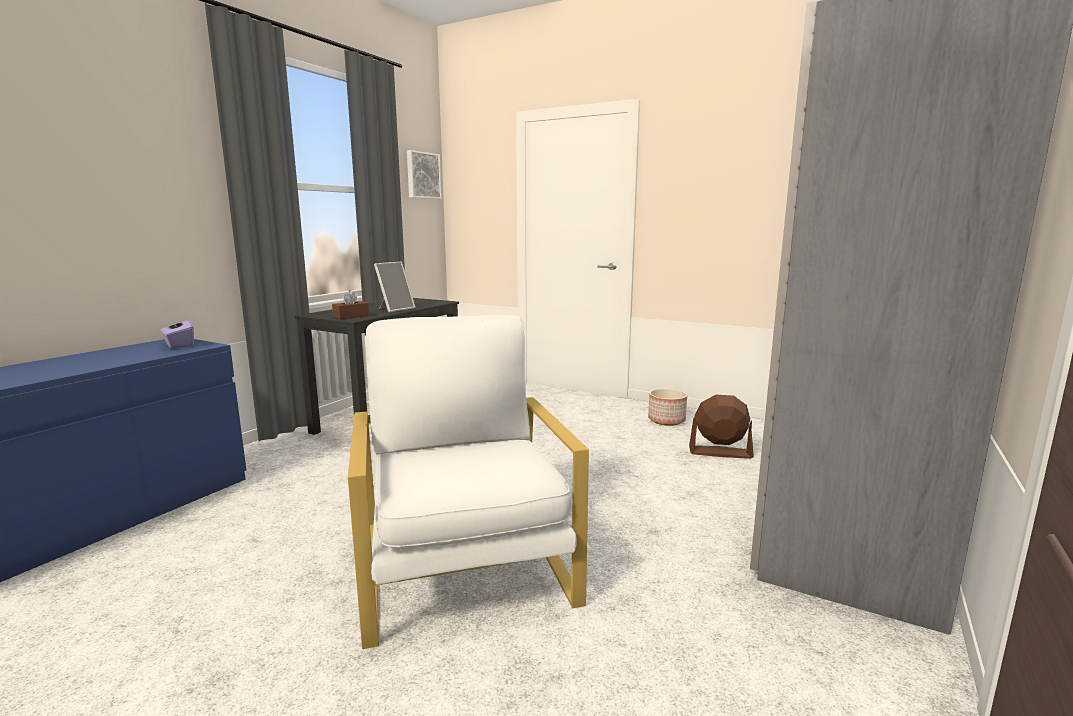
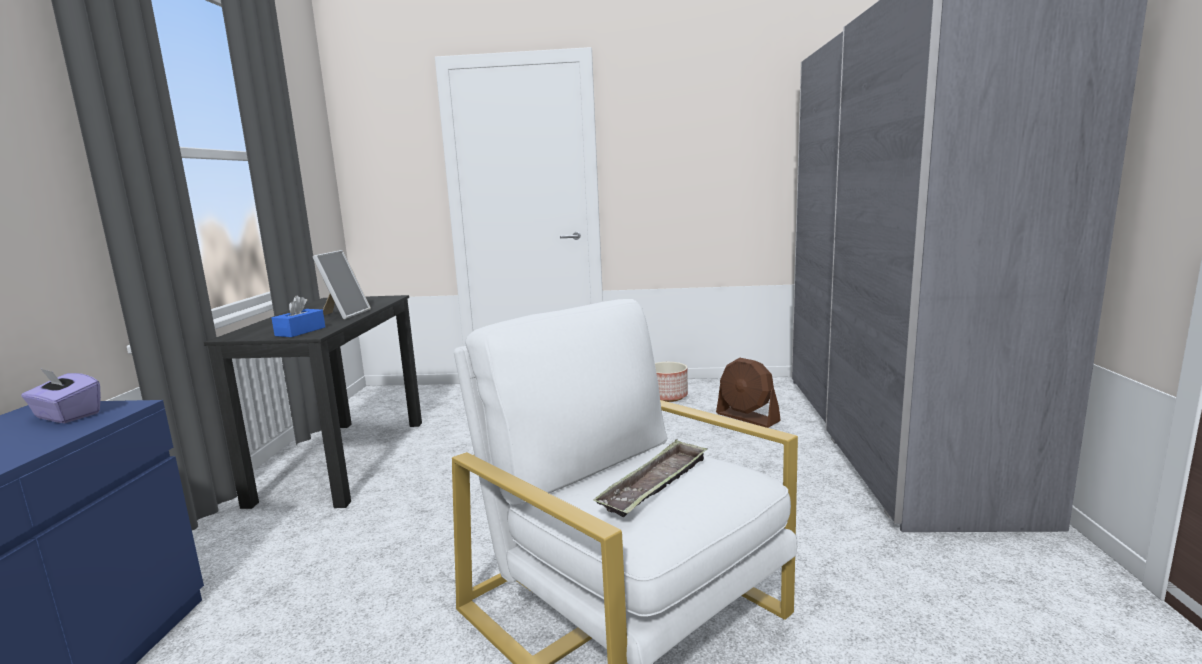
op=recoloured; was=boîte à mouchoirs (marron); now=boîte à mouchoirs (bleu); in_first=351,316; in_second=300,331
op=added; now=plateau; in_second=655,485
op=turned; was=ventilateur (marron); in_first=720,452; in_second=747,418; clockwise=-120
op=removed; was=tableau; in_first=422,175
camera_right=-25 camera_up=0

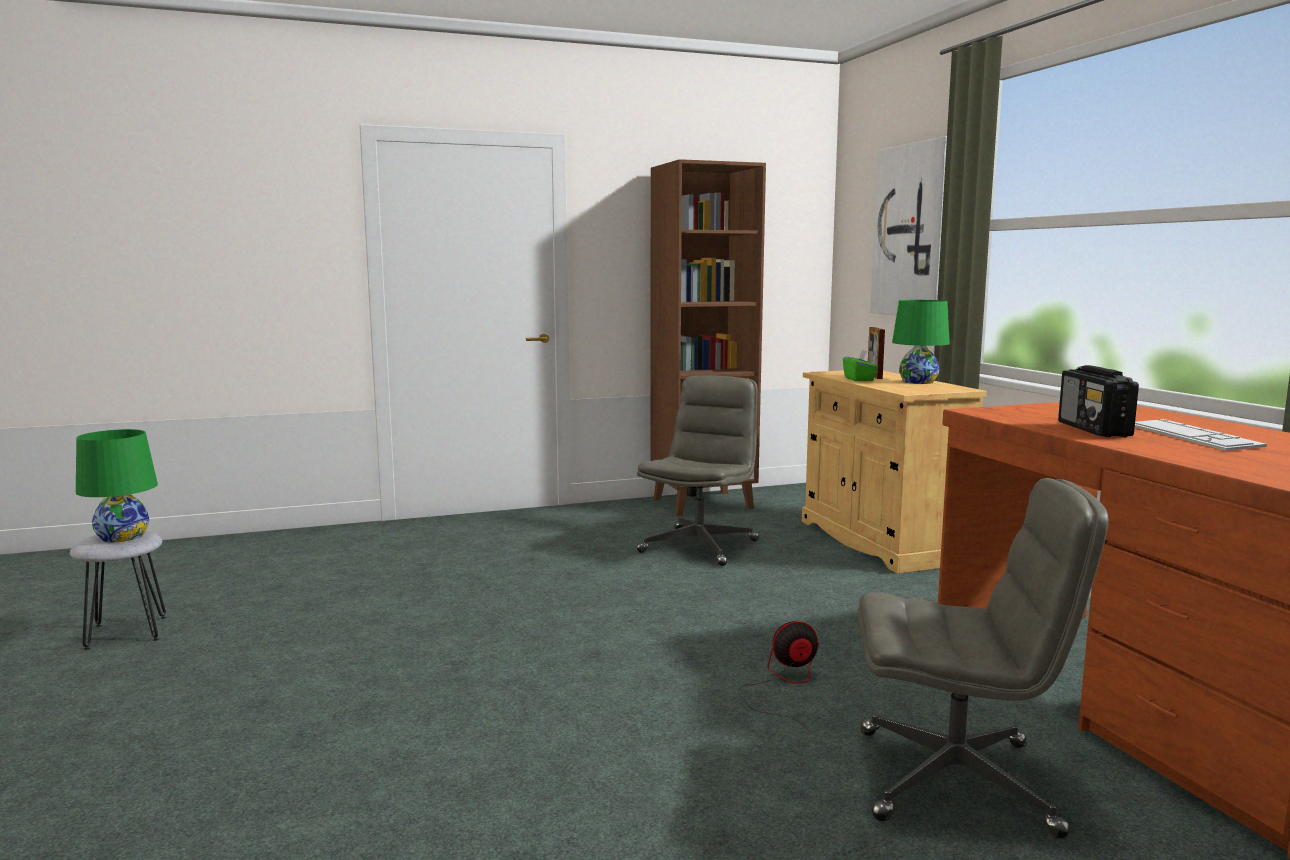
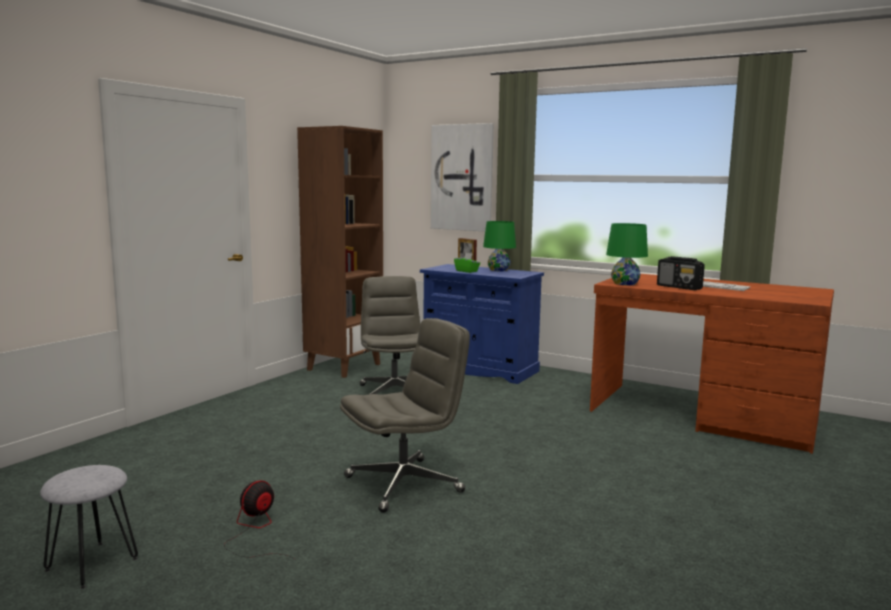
op=moved; was=ventilateur; in_first=784,685; in_second=256,531
op=moved; was=chaise de bureau (gris); in_first=957,780; in_second=404,484
op=recoloured; was=meuble de rangement (beige); now=meuble de rangement (bleu); in_first=880,541; in_second=479,369
op=moved; was=lampe de table (vert); in_first=122,536; in_second=624,283
camera_right=-40 camera_up=0

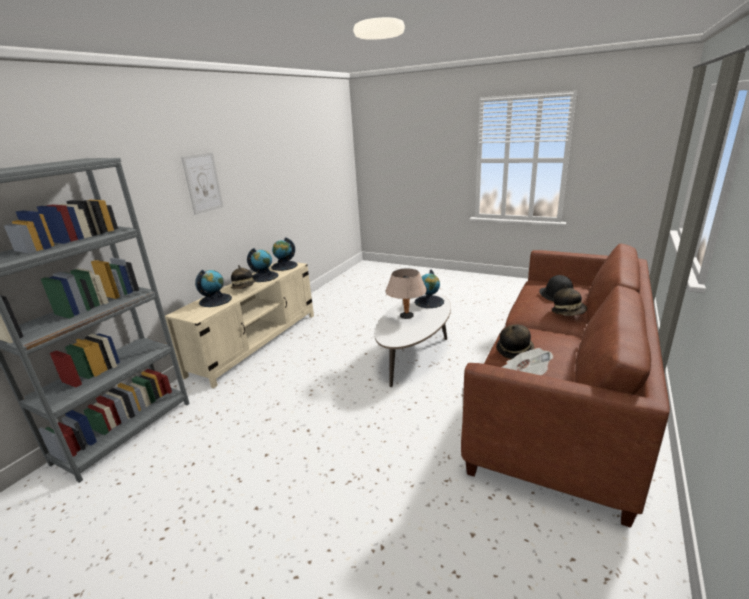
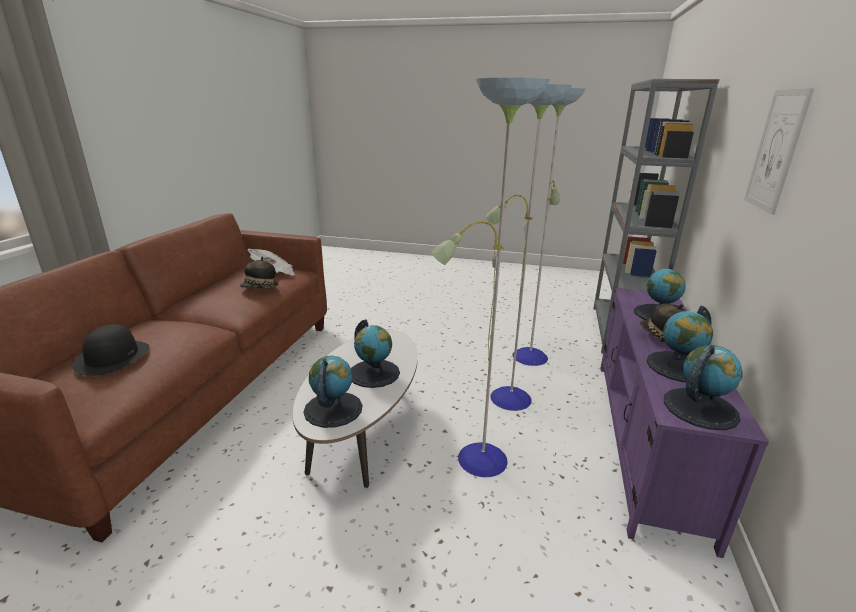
op=replaced; was=lampe de table (beige); now=globe; in_first=406,316; in_second=374,373
op=added; now=lampadaire; in_second=507,397
op=recoloured; was=meuble télé (beige); now=meuble télé (violet); in_first=256,343; in_second=645,438
op=removed; was=chapeau; in_first=568,312
camera_right=165 camera_up=0

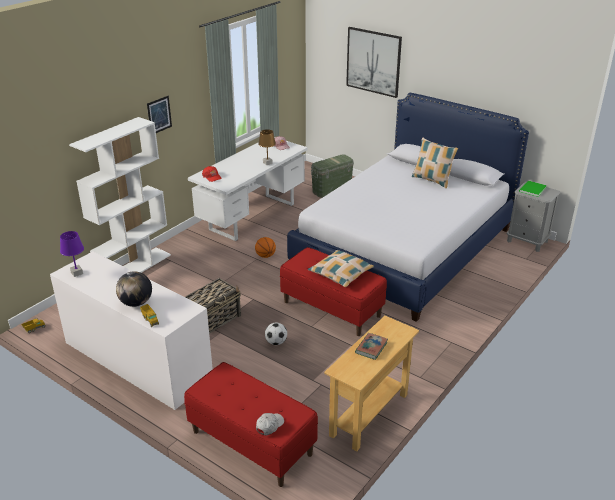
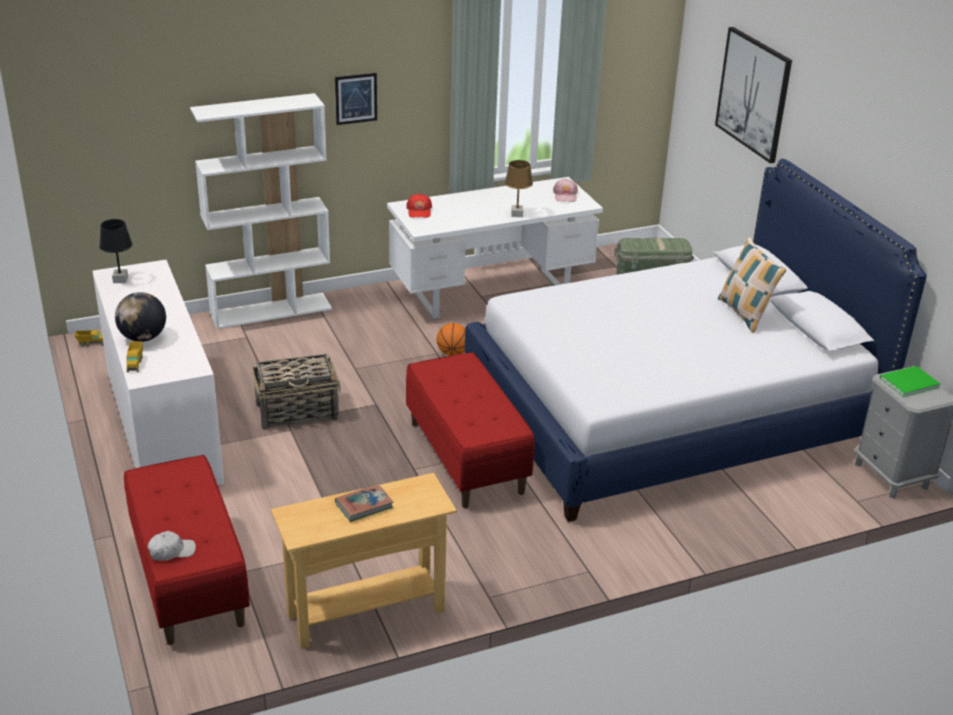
op=recoloured; was=lampe de table (violet); now=lampe de table (noir); in_first=77,273; in_second=120,280
op=removed; was=ballon de foot; in_first=276,342
op=removed; was=coussin; in_first=340,273
camera_right=30 camera_up=0

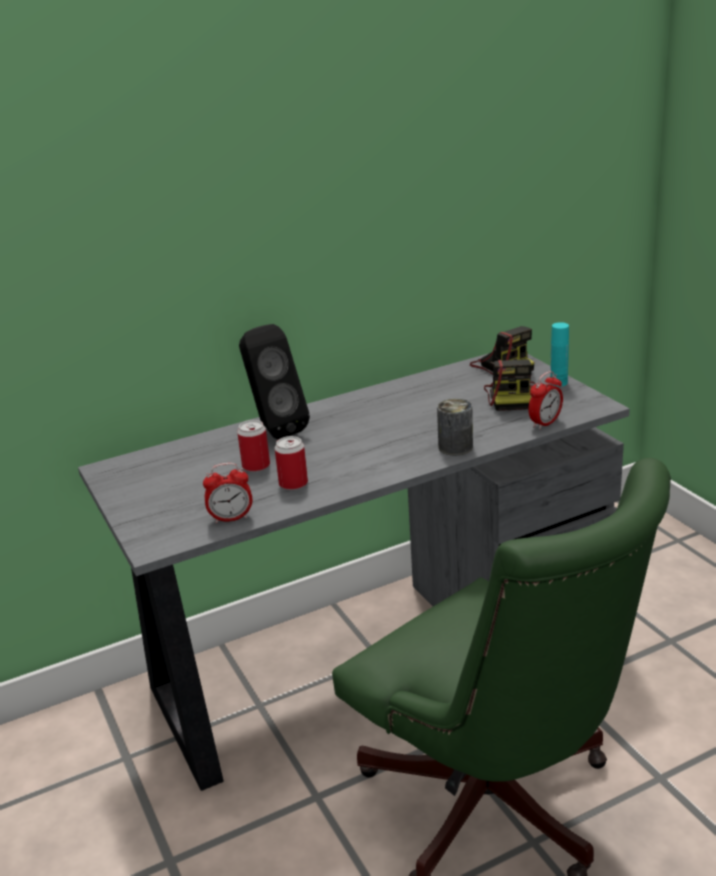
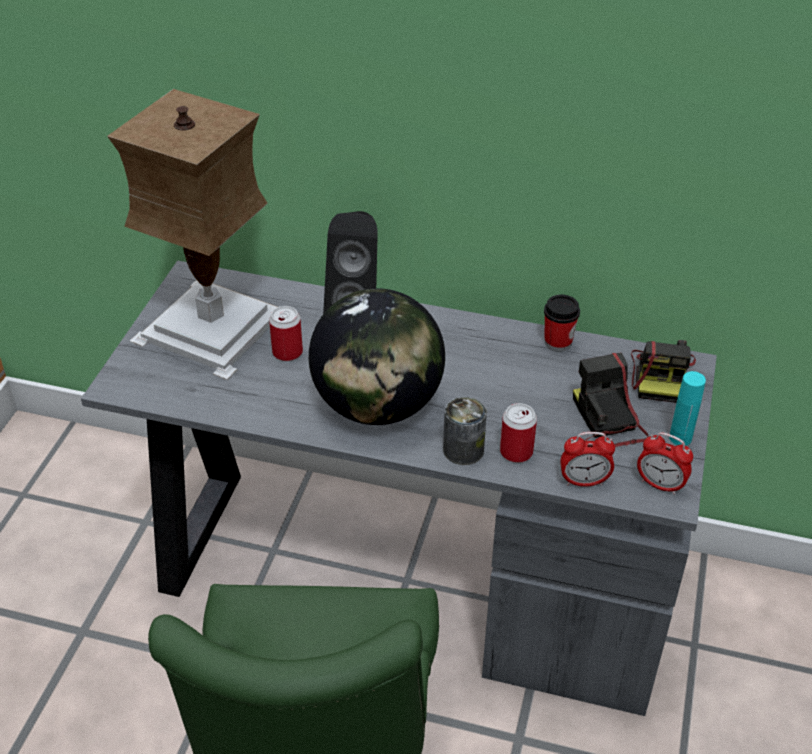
op=added; now=lampe de table; in_second=212,324
op=added; now=globe; in_second=377,406
op=moved; was=boîte métallique; in_first=293,484; in_second=516,452
op=added; now=tasse; in_second=558,342
op=turned; was=appareil photo; in_first=511,397; in_second=606,423; clockwise=120
op=moved; was=réveil; in_first=231,518; in_second=660,484
camera_right=40 camera_up=15

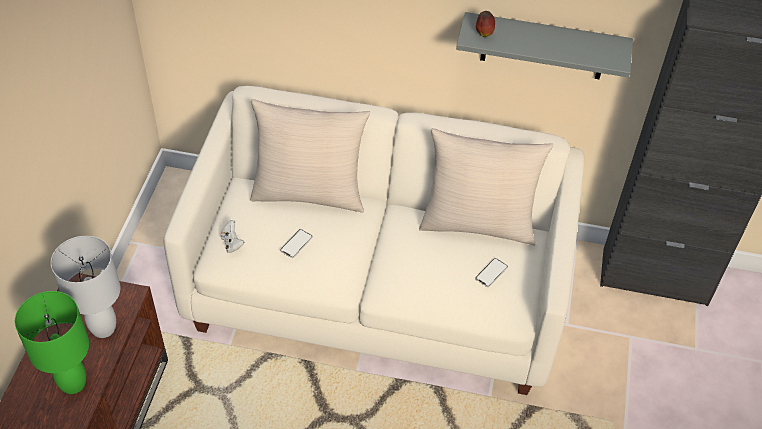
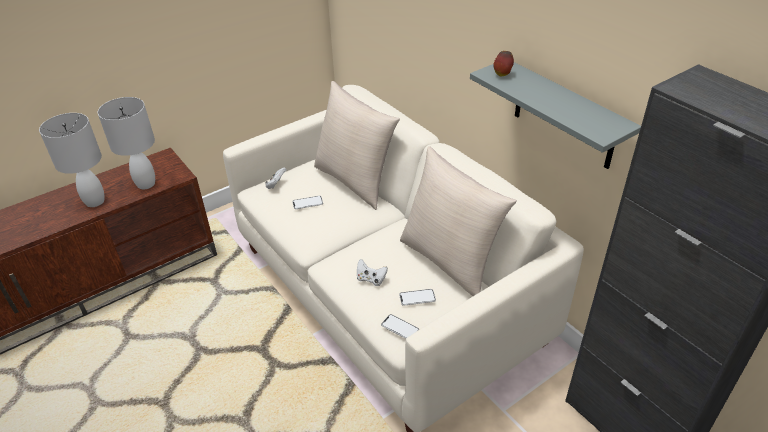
op=recoloured; was=lampe de table (vert); now=lampe de table (blanc); in_first=73,384; in_second=94,202
op=added; now=manette (blanc); in_second=371,279
op=added; now=téléphone; in_second=400,327
camera_right=45 camera_up=-10

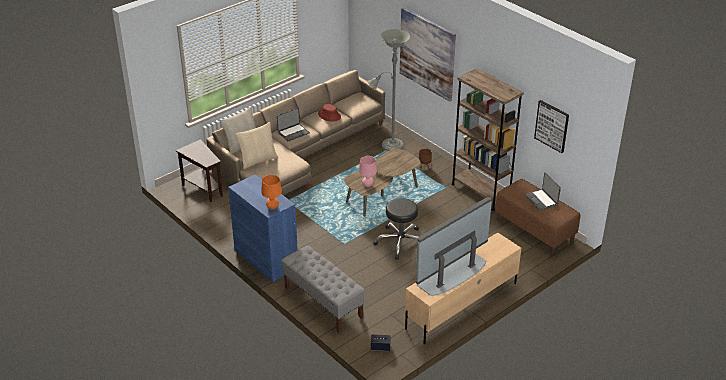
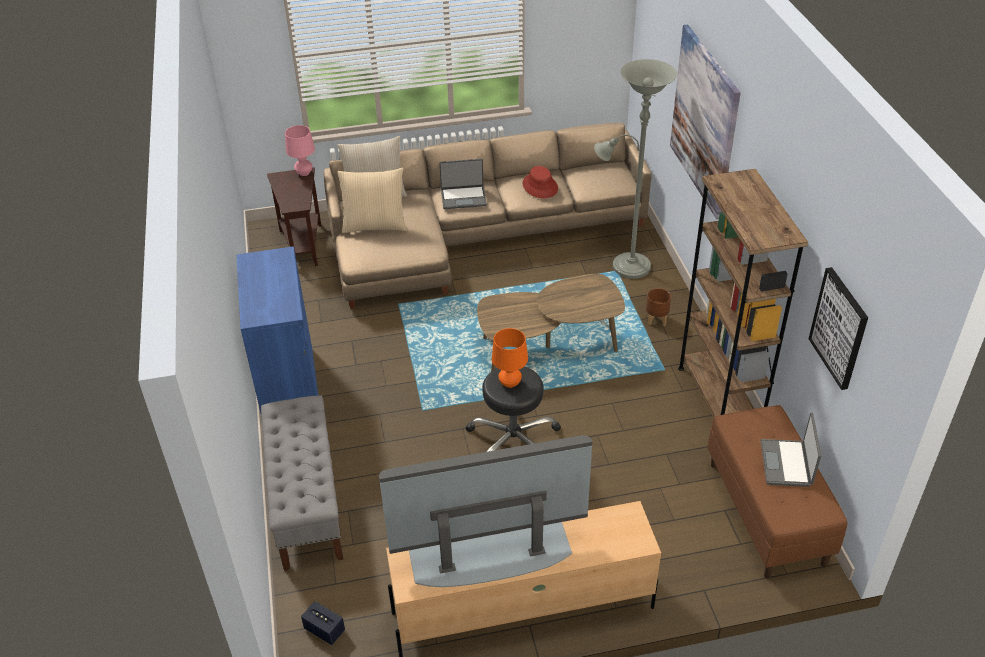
op=moved; was=lampe de table (rose); in_first=367,185; in_second=304,173
op=moved; was=lampe de table (orange); in_first=272,207; in_second=510,383
camera_right=30 camera_up=5

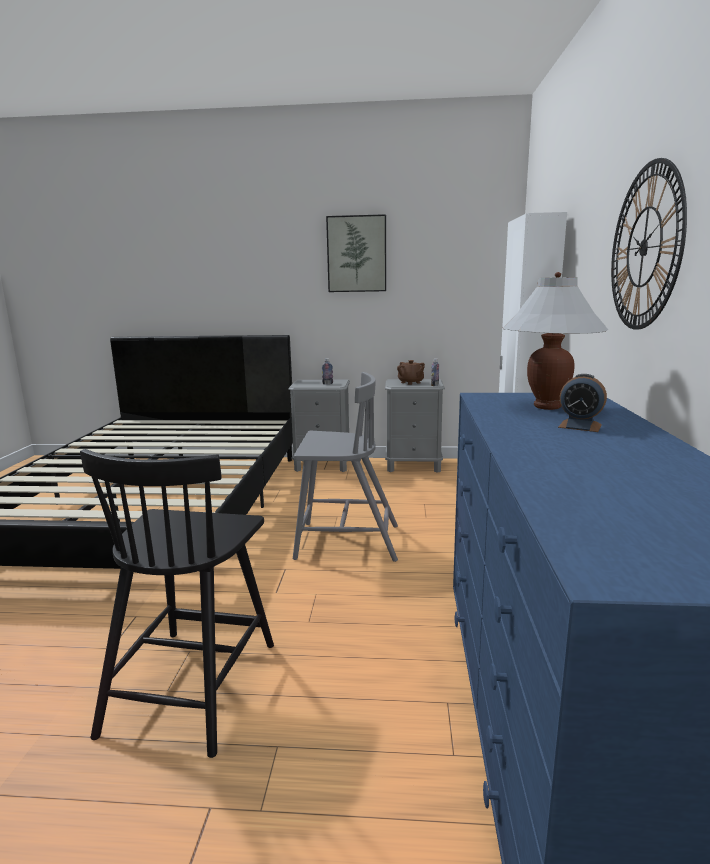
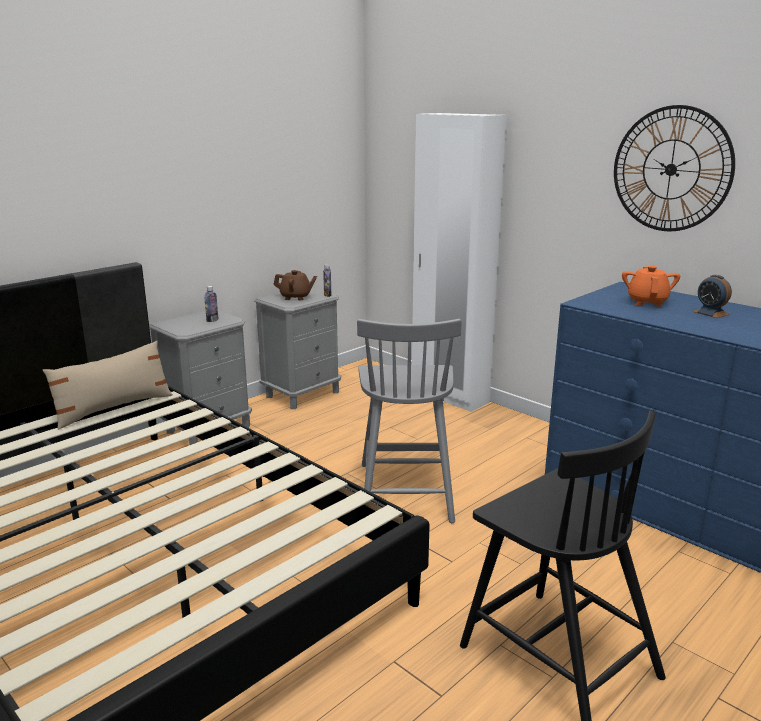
op=added; now=coussin (beige); in_second=114,408
op=turned; was=chaise (gris); in_first=345,541; in_second=405,490; clockwise=135
op=replaced; was=lampe de table (blanc); now=théière (orange); in_first=547,407; in_second=647,302
op=turned; was=réveil; in_first=580,426; in_second=710,313; clockwise=75
op=removed; was=tableau; in_first=356,254
camera_right=-50 camera_up=5

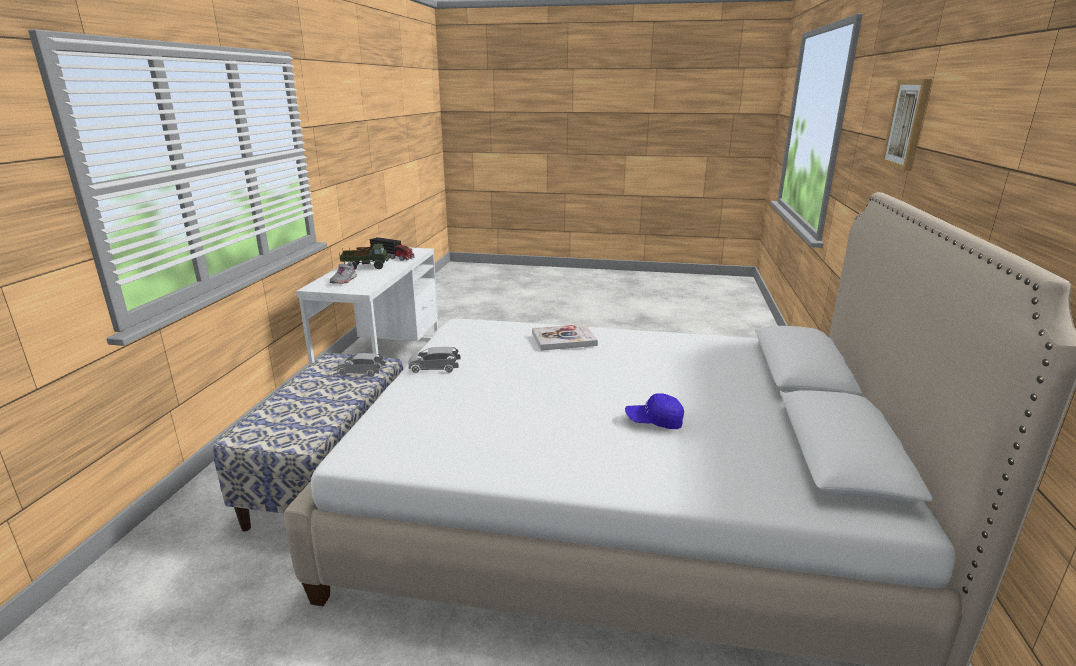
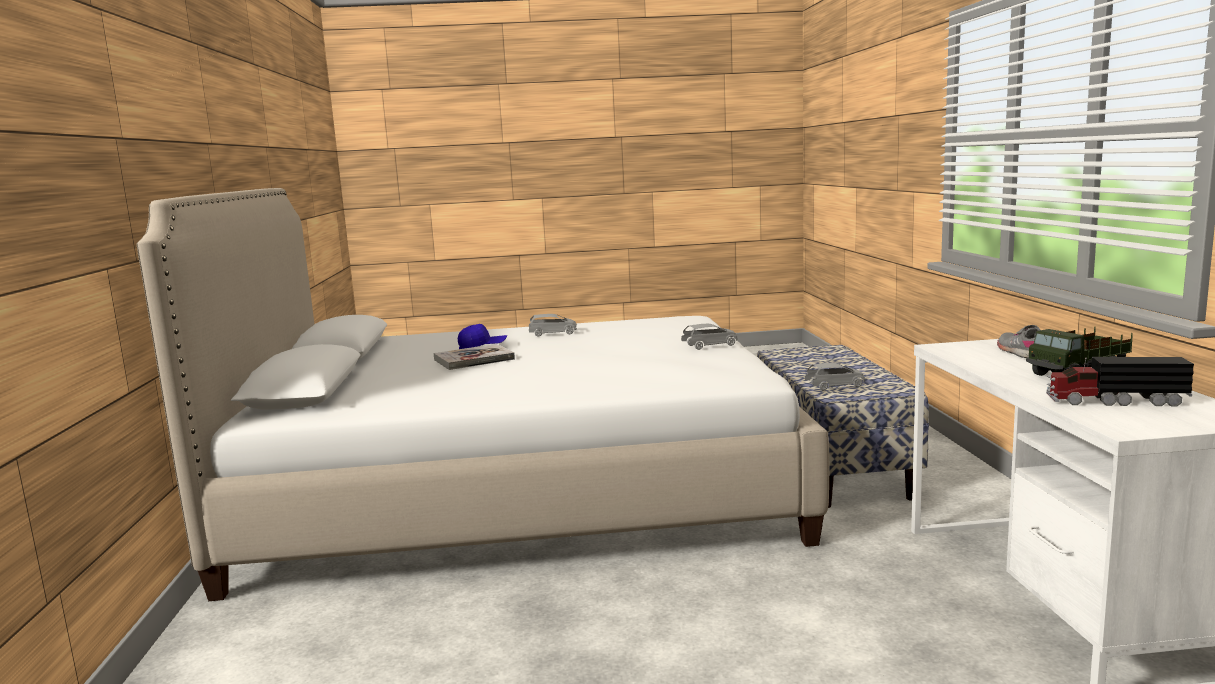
op=moved; was=livre; in_first=564,339; in_second=474,359
op=added; now=petite voiture (gris); in_second=553,333
op=removed; was=tableau; in_first=908,124
camera_right=165 camera_up=-10

